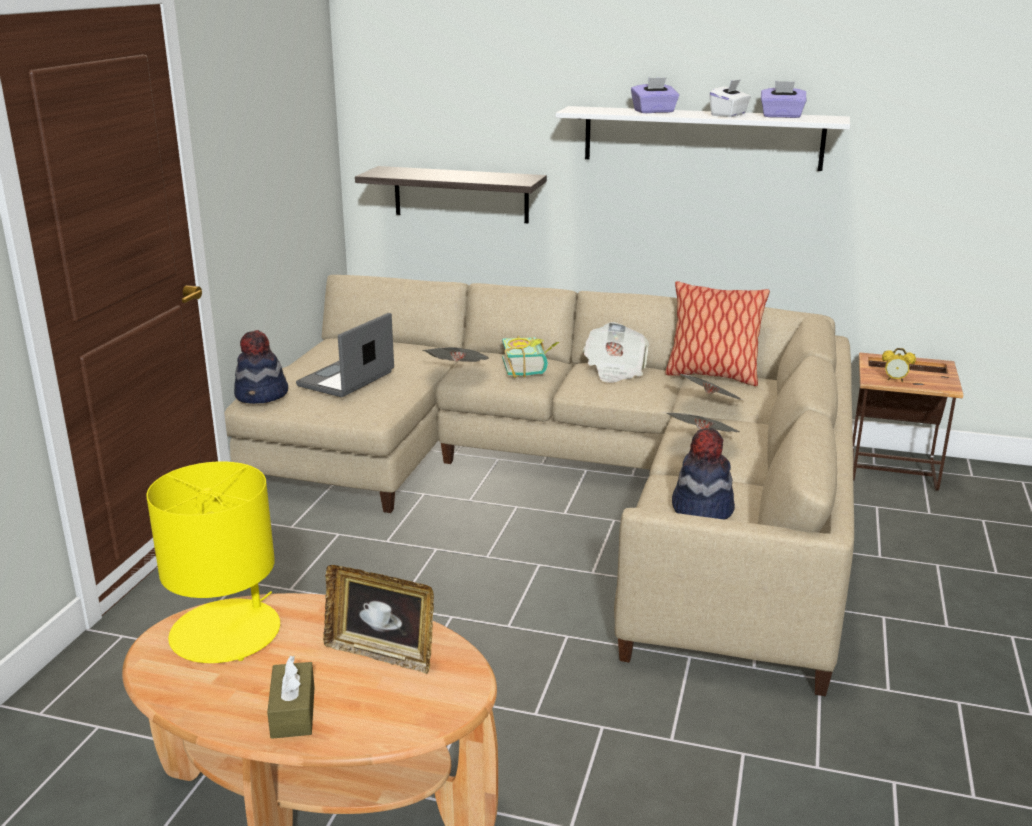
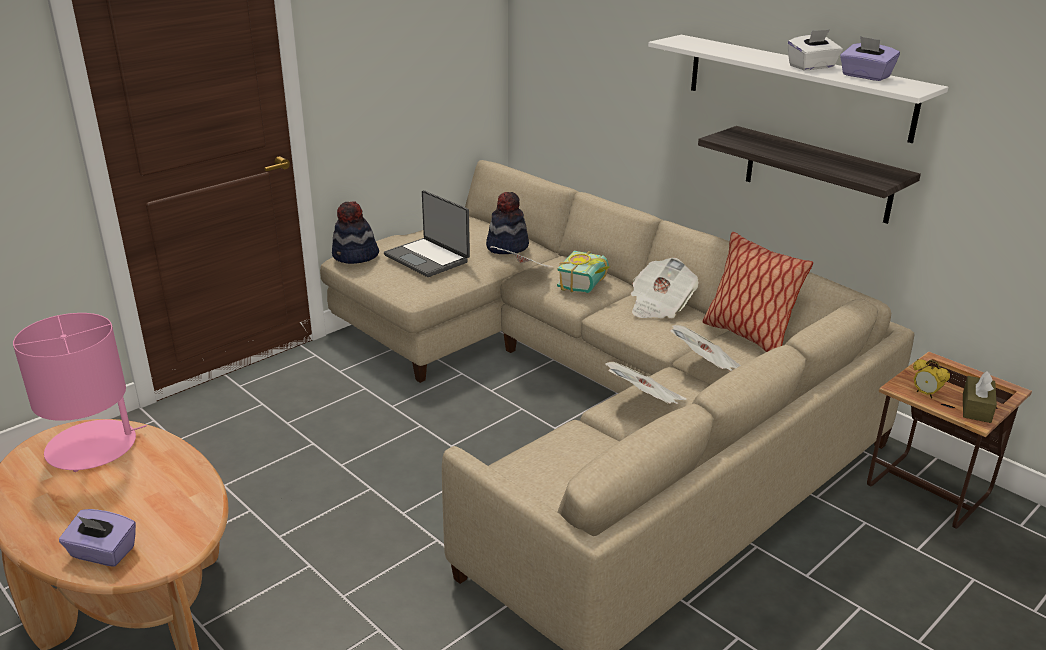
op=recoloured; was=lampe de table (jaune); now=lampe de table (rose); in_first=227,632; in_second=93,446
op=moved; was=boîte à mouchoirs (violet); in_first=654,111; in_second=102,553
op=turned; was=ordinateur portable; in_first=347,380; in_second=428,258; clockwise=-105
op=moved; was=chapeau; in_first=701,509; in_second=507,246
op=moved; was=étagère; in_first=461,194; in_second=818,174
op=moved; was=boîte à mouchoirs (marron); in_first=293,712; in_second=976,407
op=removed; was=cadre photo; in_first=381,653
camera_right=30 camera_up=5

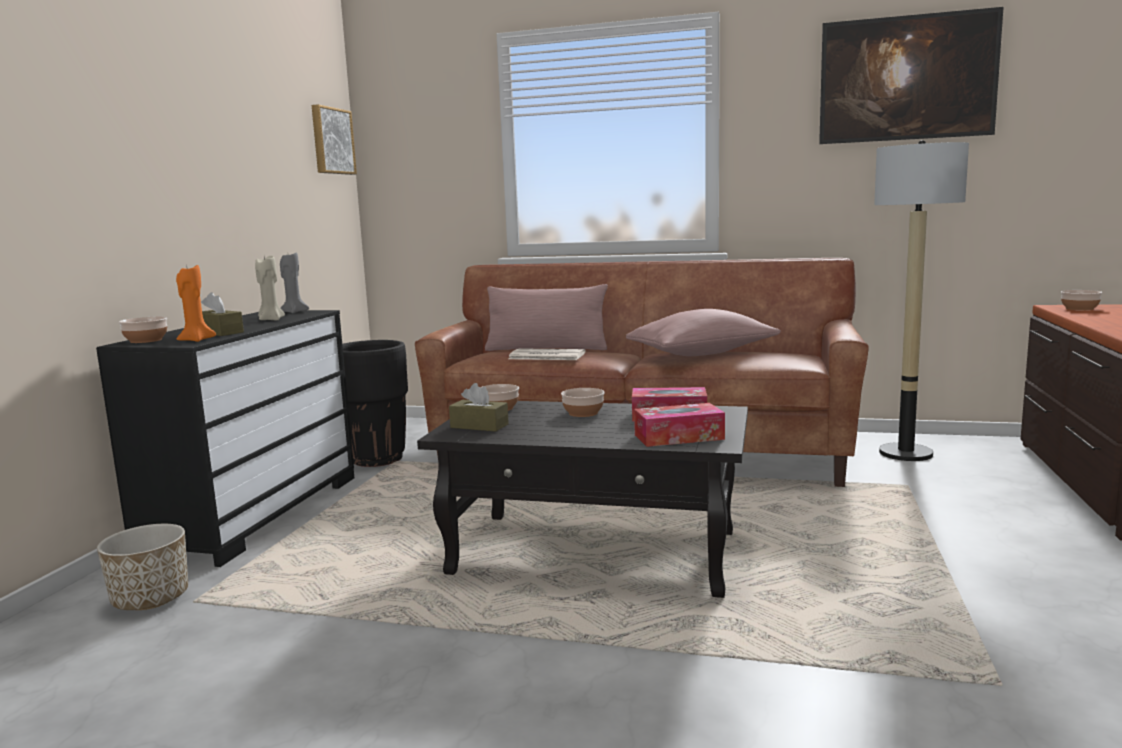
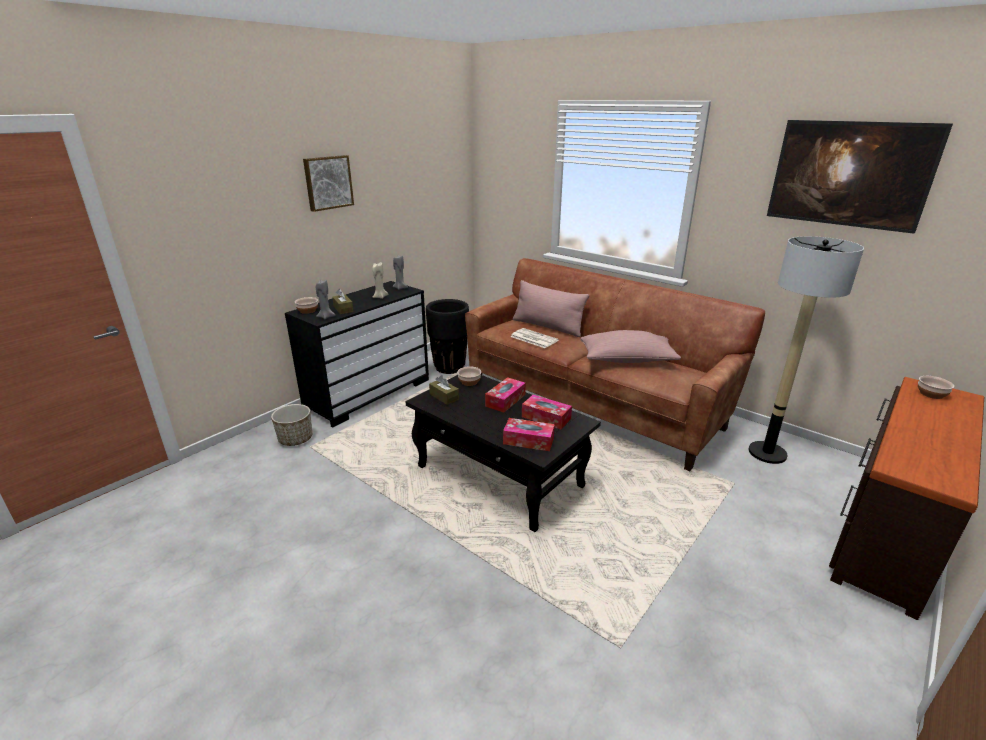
op=moved; was=tableau; in_first=331,141; in_second=328,182
op=recoloured; was=bougie (orange); now=bougie (gris); in_first=196,340; in_second=326,317
op=replaced; was=bol; now=boîte à mouchoirs; in_first=583,413; in_second=505,400
camera_right=25 camera_up=15

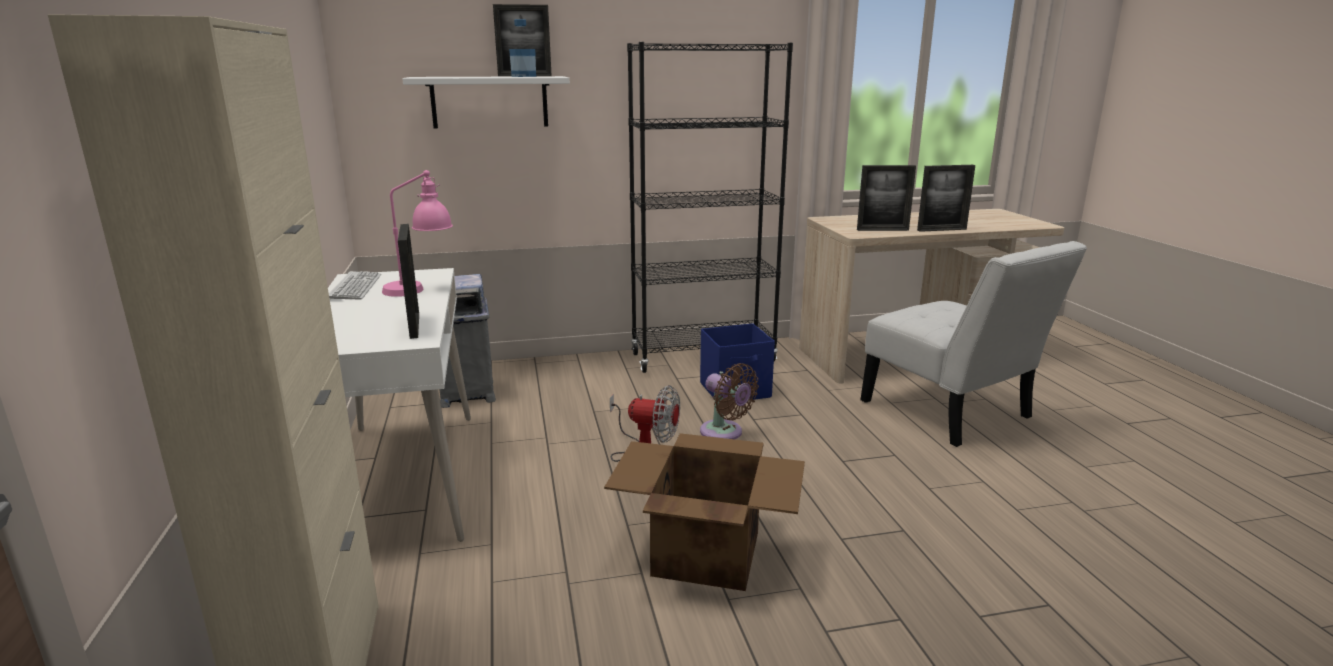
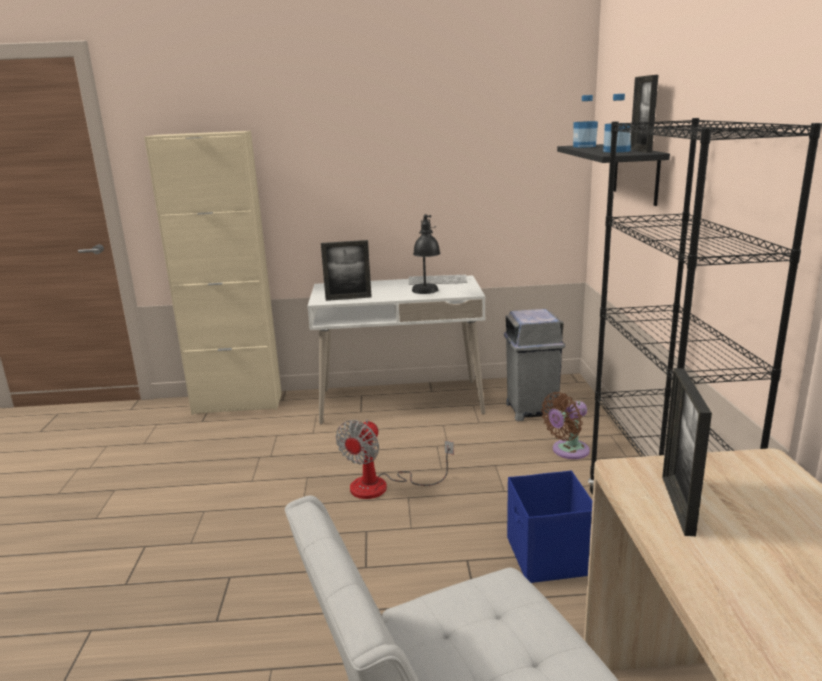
op=recoloured; was=lampe de table (rose); now=lampe de table (noir); in_first=421,289; in_second=427,293
op=moved; was=ventilateur (marron); in_first=724,433; in_second=567,451
op=recoloured; was=étagère (blanc); now=étagère (noir); in_first=489,102; in_second=635,173
op=added; now=bouteille; in_second=584,146
op=removed; was=carton; in_first=704,552
op=removed; was=cadre photo; in_first=941,230
camera_right=100 camera_up=0

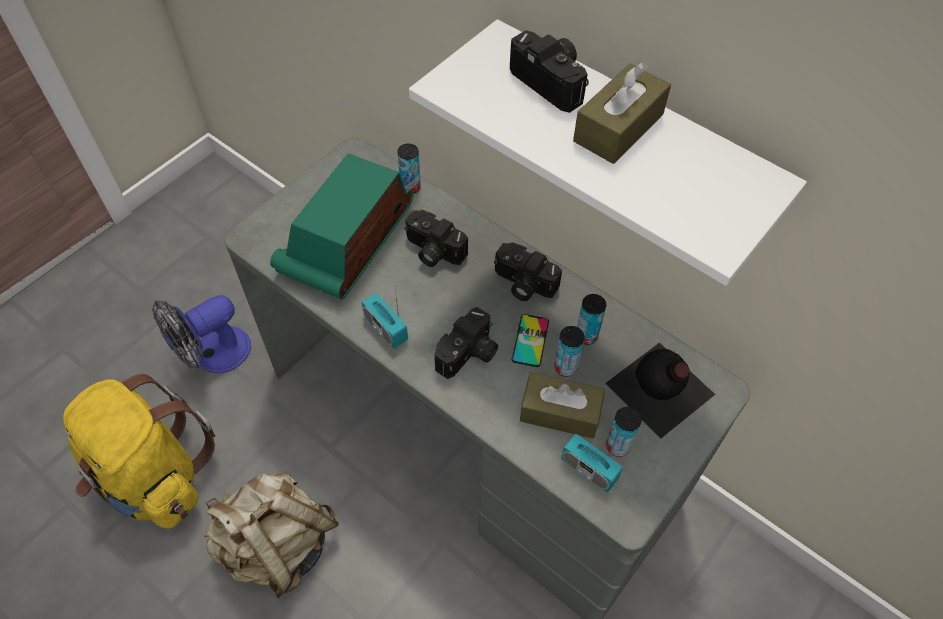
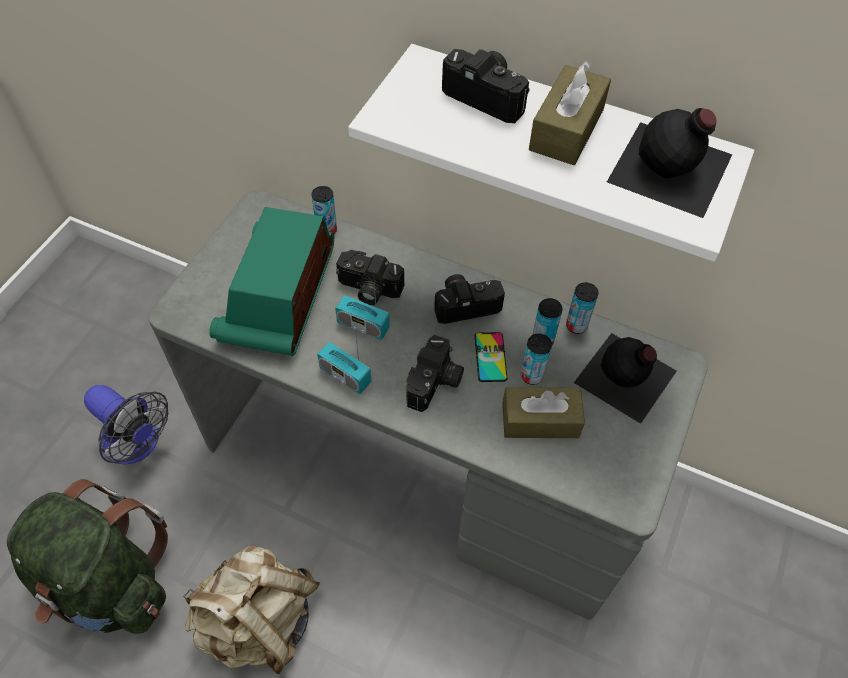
op=recoloured; was=sac à dos (jaune); now=sac à dos (vert); in_first=154,476; in_second=109,583
op=turned; was=ventilateur; in_first=213,355; in_second=137,444; clockwise=-90
op=moved; was=radio; in_first=589,469; in_second=363,326
op=turned; was=appareil photo; in_first=522,284; in_second=466,304; clockwise=150
op=moved; was=boîte métallique; in_first=617,446; in_second=576,325
op=added; now=bouteille (noir); in_second=671,169
camera_right=-15 camera_up=0

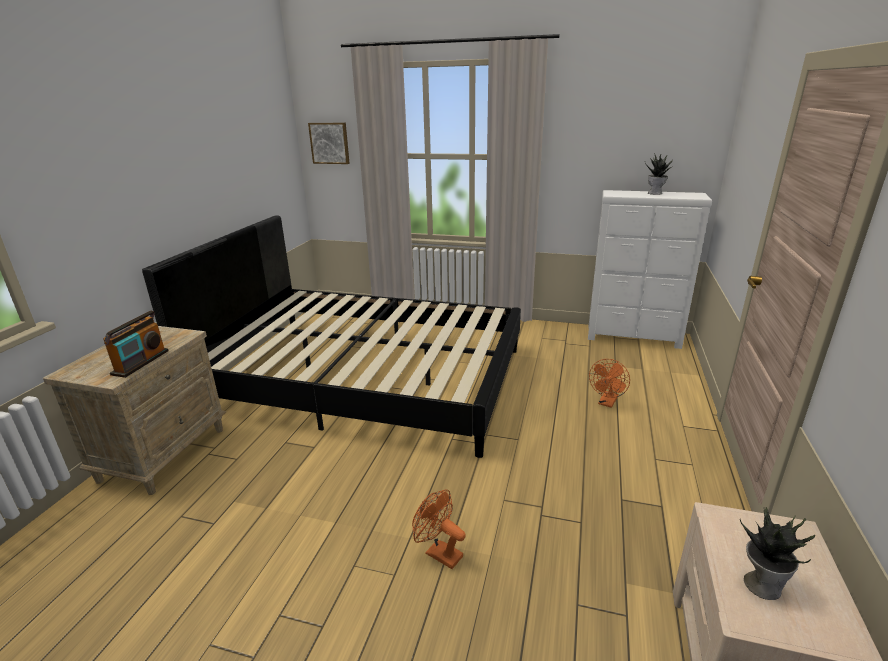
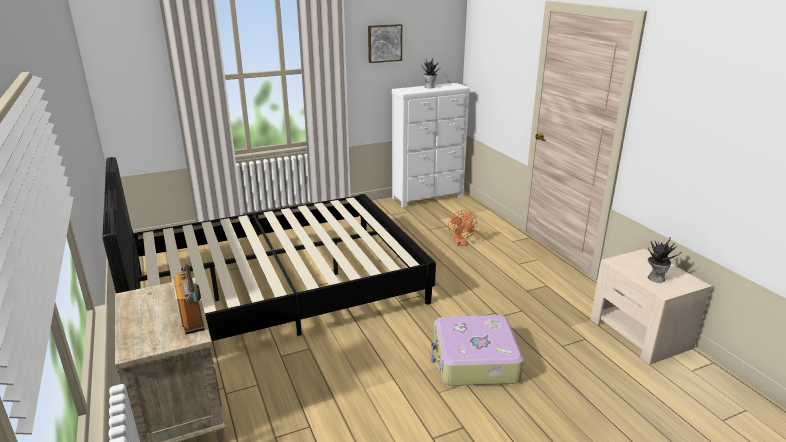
op=moved; was=tableau; in_first=330,143; in_second=384,43
op=replaced; was=ventilateur (orange); now=valise; in_first=439,553; in_second=474,361
camera_right=-40 camera_up=0

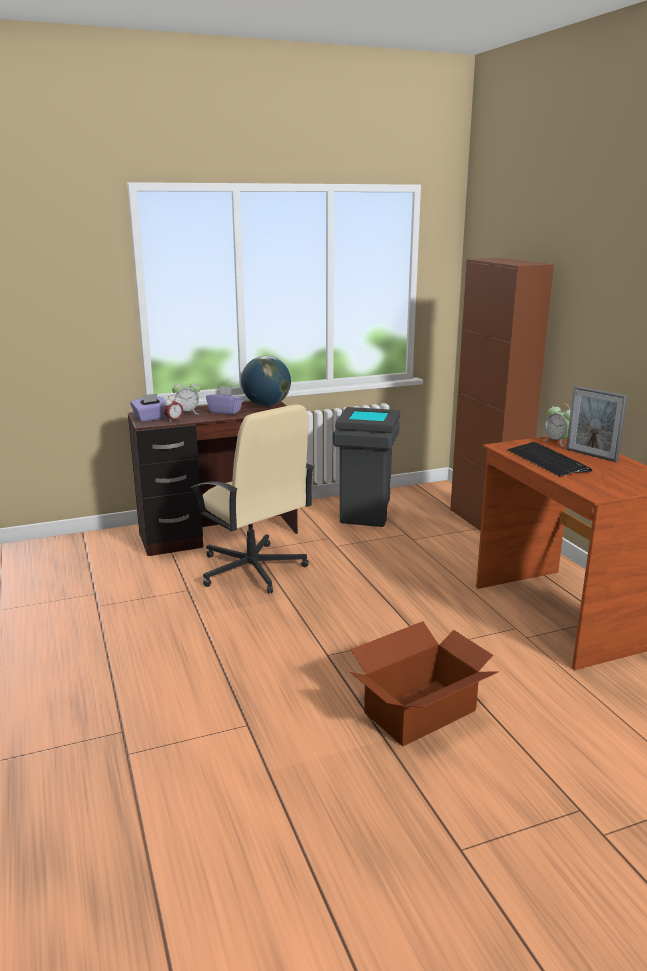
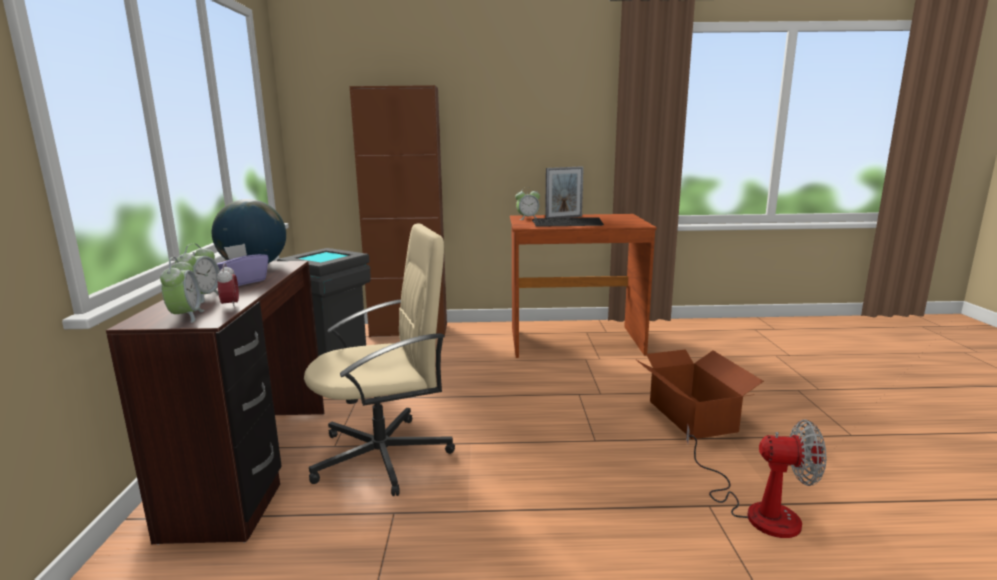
op=replaced; was=boîte à mouchoirs (violet); now=réveil; in_first=151,418; in_second=186,317
op=added; now=ventilateur; in_second=757,510
camera_right=-70 camera_up=-5

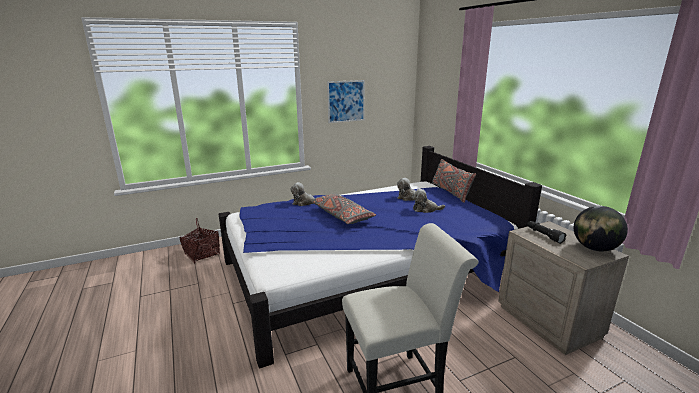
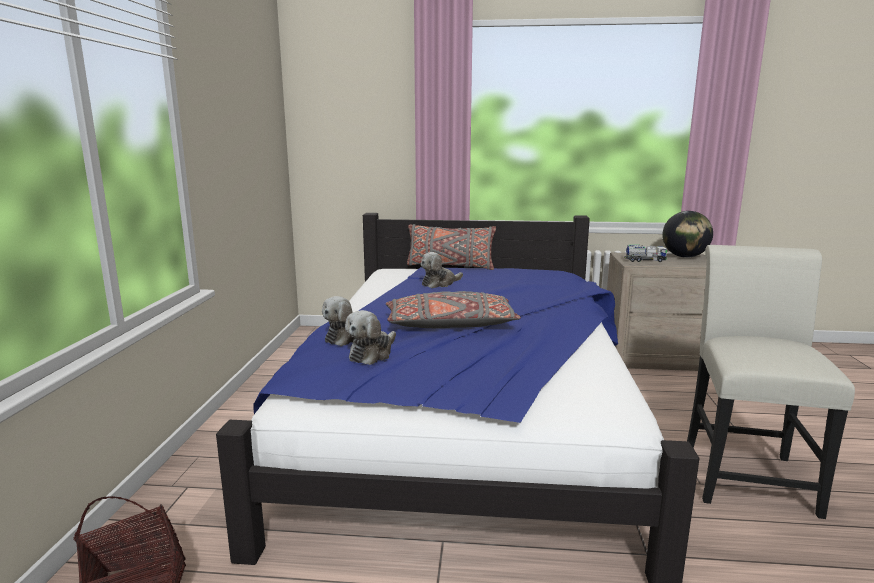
op=moved; was=peluche; in_first=425,210; in_second=372,353
op=replaced; was=lampe de poche (noir); now=camion jouet; in_first=543,235; in_second=645,260
op=removed; was=tableau; in_first=346,101
camera_right=-60 camera_up=-5

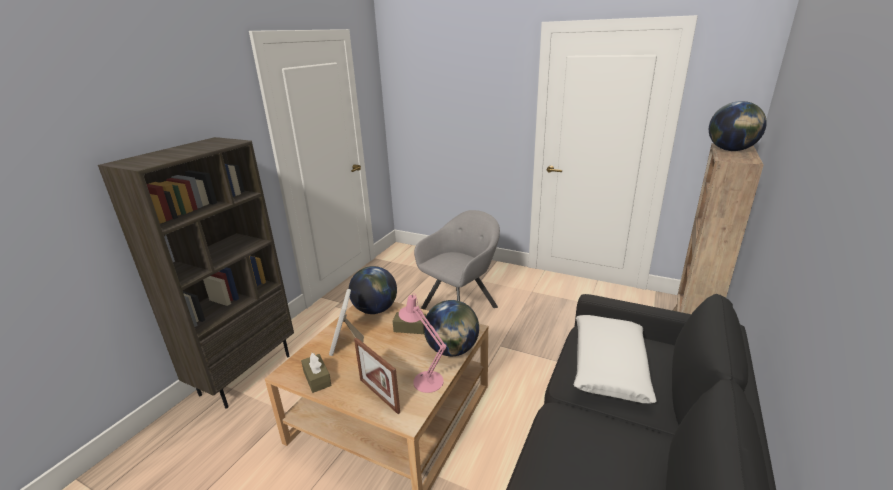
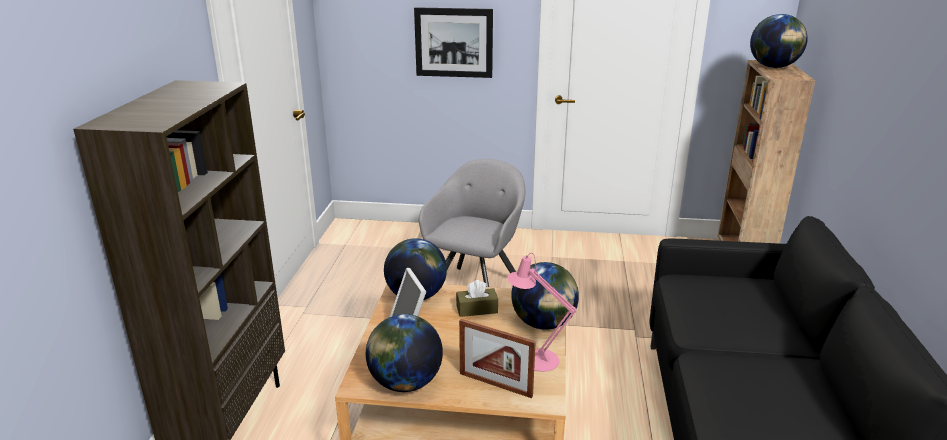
op=replaced; was=boîte à mouchoirs (marron); now=globe; in_first=317,378; in_second=405,383
op=added; now=tableau; in_second=454,42
op=removed; was=coussin (blanc); in_first=608,365
camera_right=-20 camera_up=0

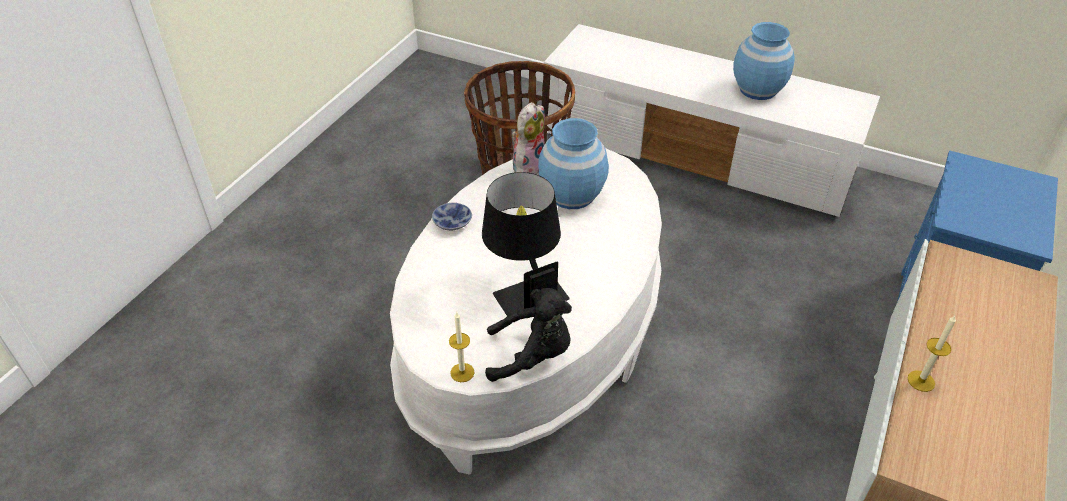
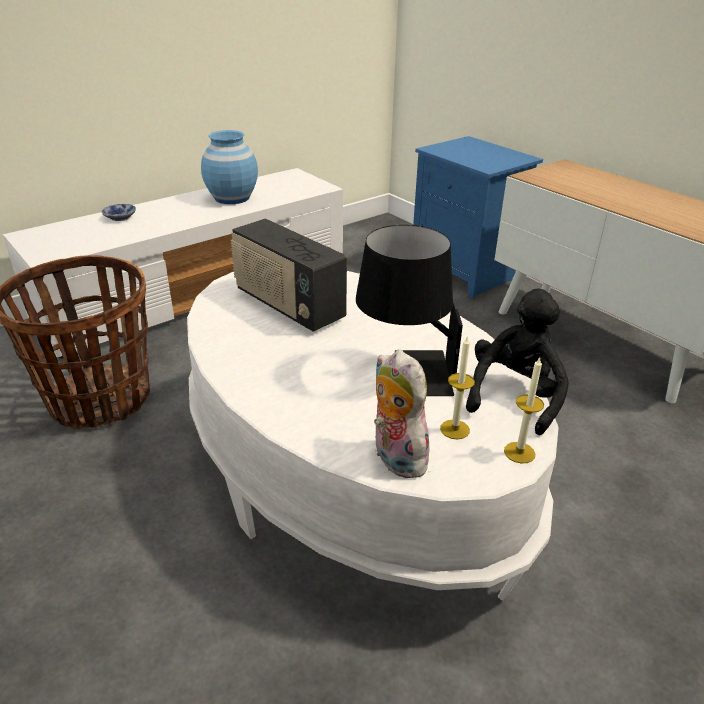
op=moved; was=bol; in_first=453,223; in_second=121,217
op=replaced; was=vase (bleu); now=radio; in_first=572,195; in_second=288,305
op=moved; was=peluche; in_first=528,167; in_second=395,458
op=moved; was=bougie; in_first=921,381; in_second=455,429
camera_right=-65 camera_up=-10

